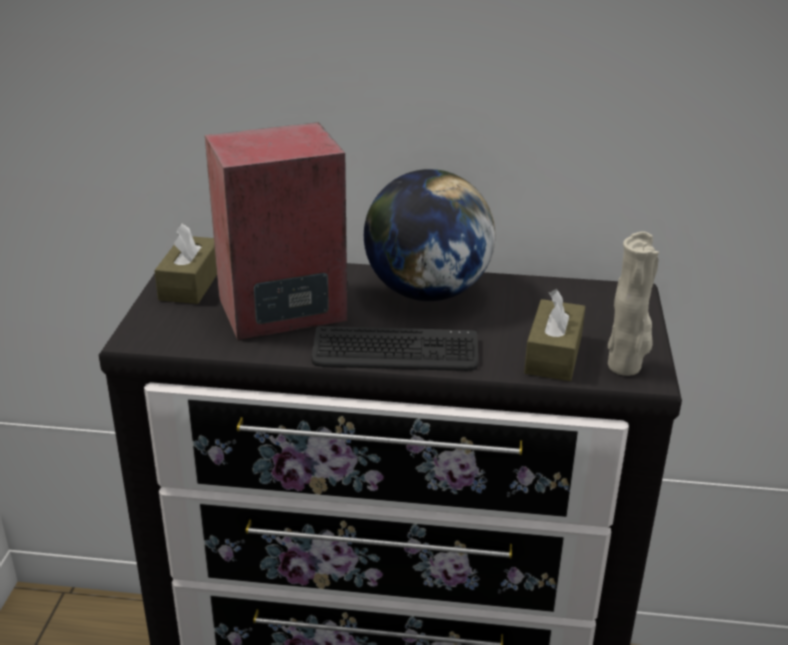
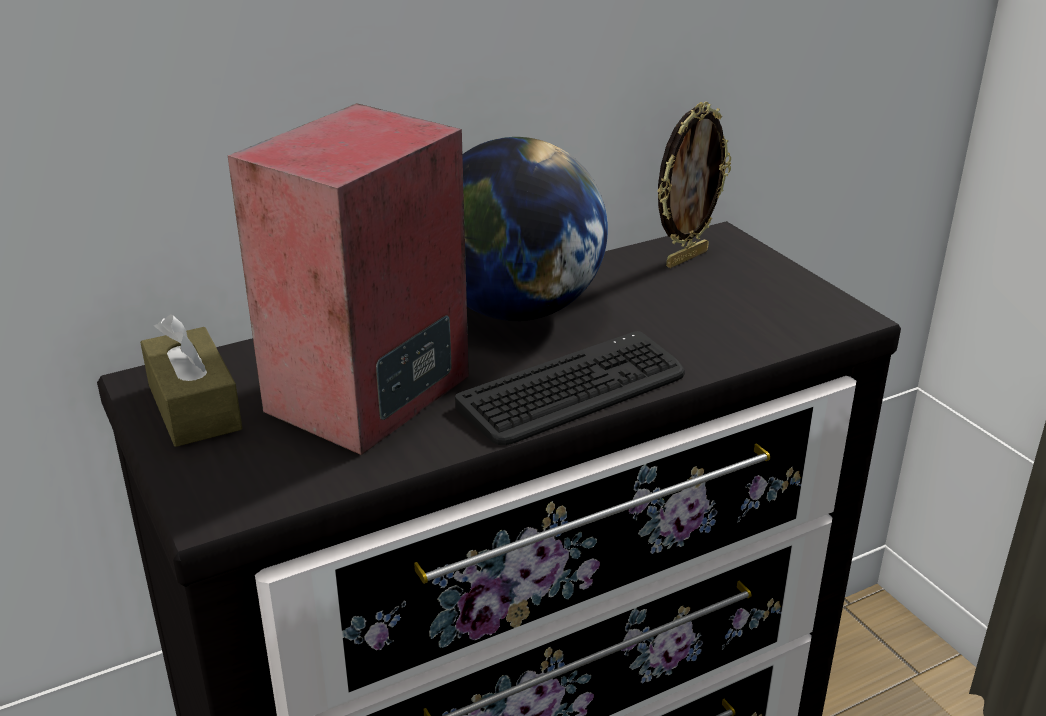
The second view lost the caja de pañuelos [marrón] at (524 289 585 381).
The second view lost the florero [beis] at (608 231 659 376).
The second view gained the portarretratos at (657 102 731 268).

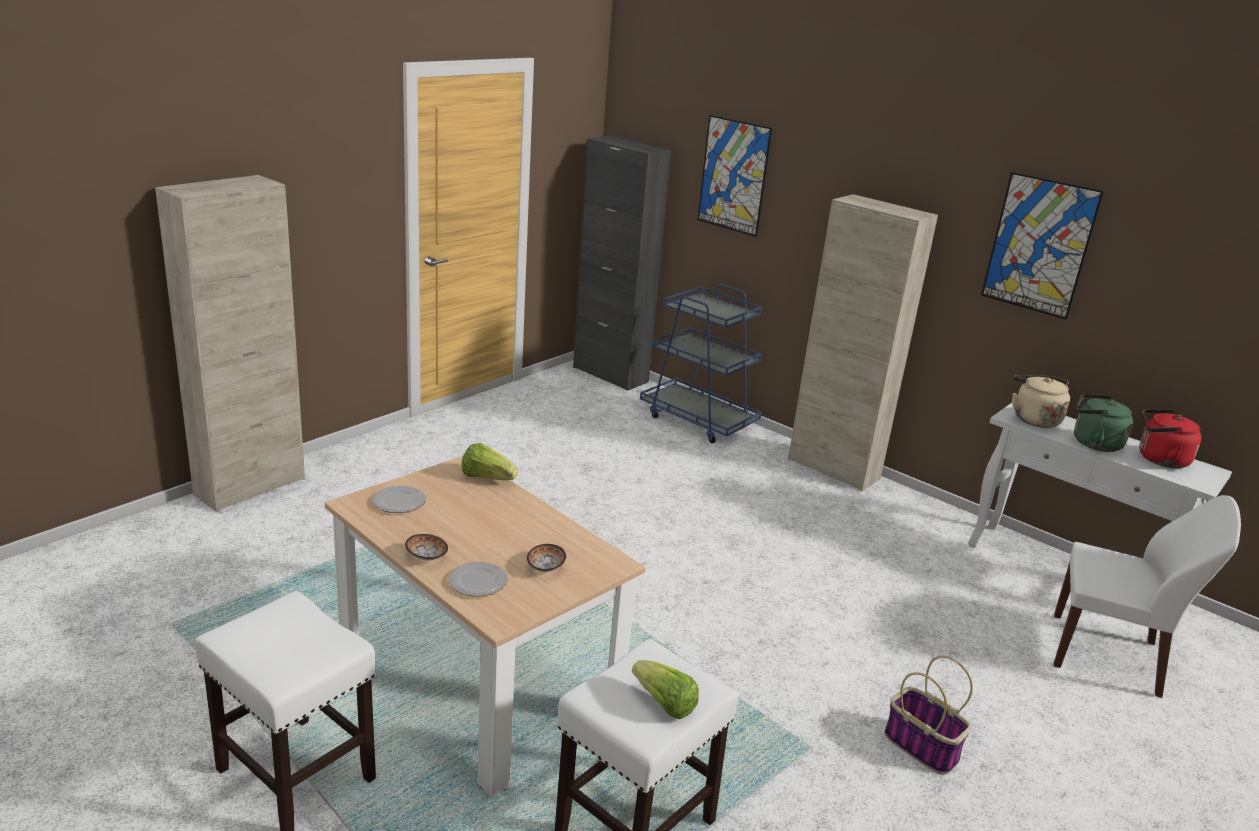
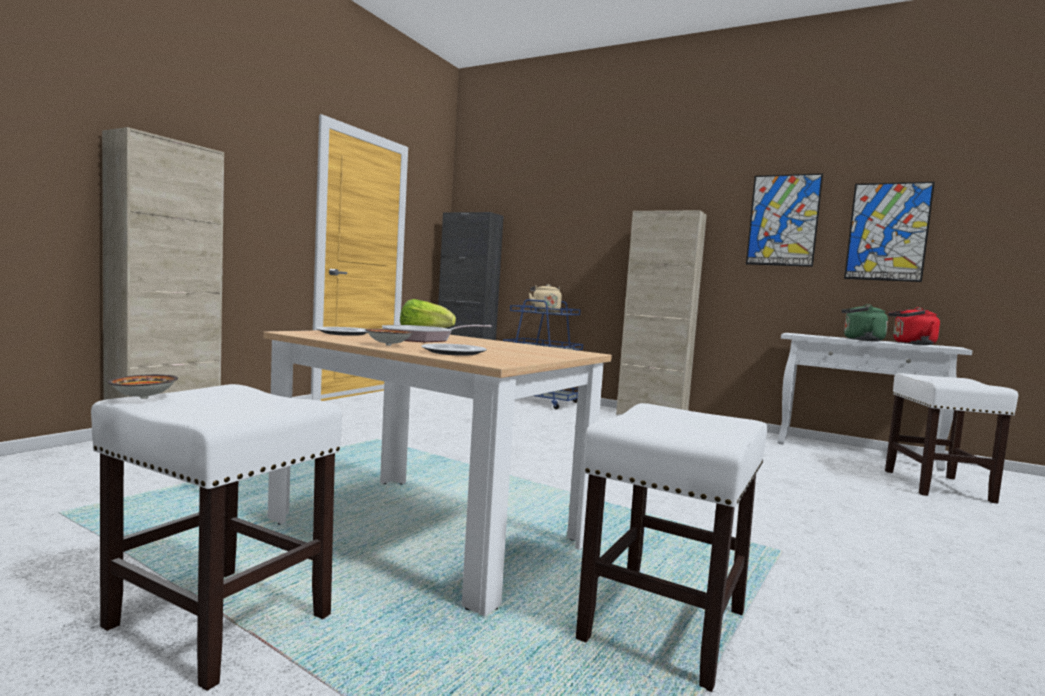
The second view lost the lechuga at (632 660 699 719).
The second view lost the cesta at (884 656 973 775).
The second view gained the sartén at (382 325 492 342).
The cuenco ended up elsewhere, having gone from (527 544 566 572) to (108 374 178 399).
The cuadro ended up elsewhere, having gone from (698 115 773 237) to (844 182 935 282).
The hervidor [beis] ended up elsewhere, having gone from (1012 375 1070 428) to (529 284 562 313).
Where the silla [blanco] stood at (1054 495 1241 698), the taburete [blanco] came to stand at (885 373 1018 504).

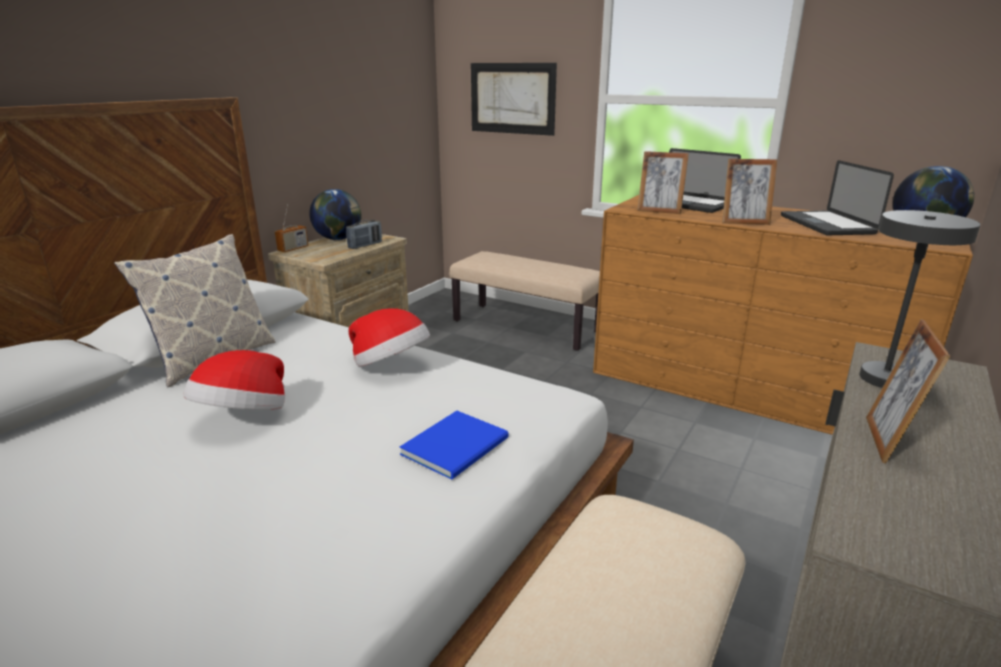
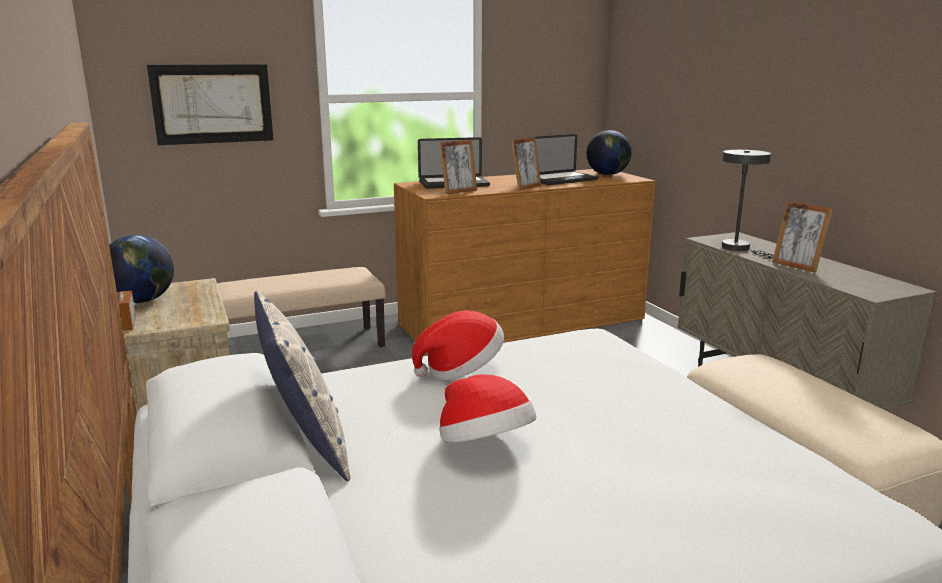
The second view lost the radio at (346 220 382 249).
The second view lost the libro [azul] at (399 411 509 480).
The portátil at (781 160 894 235) ended up facing another way, 60 degrees counterclockwise from before.

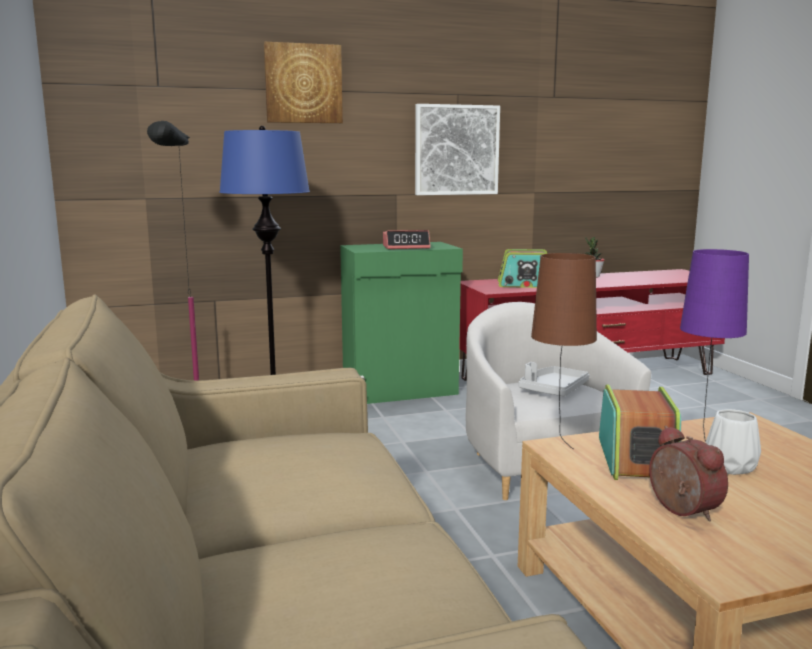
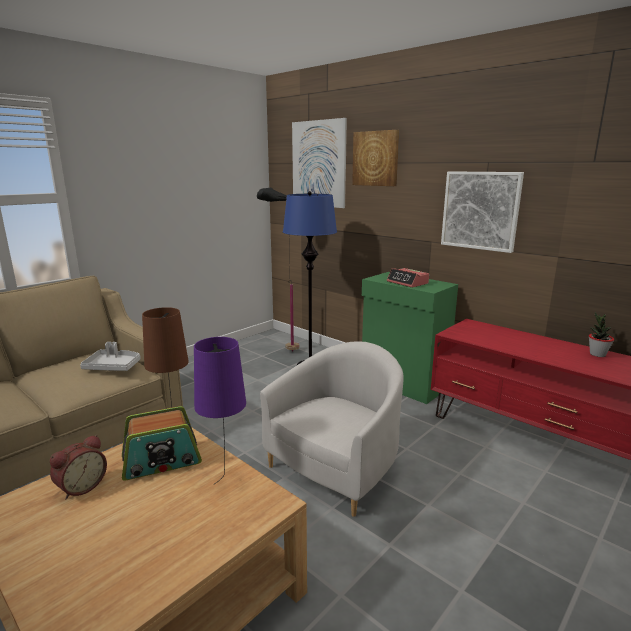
The second view lost the radio at (498 249 548 288).
The second view lost the florero [blanco] at (705 409 761 475).
The second view gained the cuadro at (292 118 347 208).
The bandeja [gris] ended up elsewhere, having gone from (519 362 589 396) to (80 342 141 371).

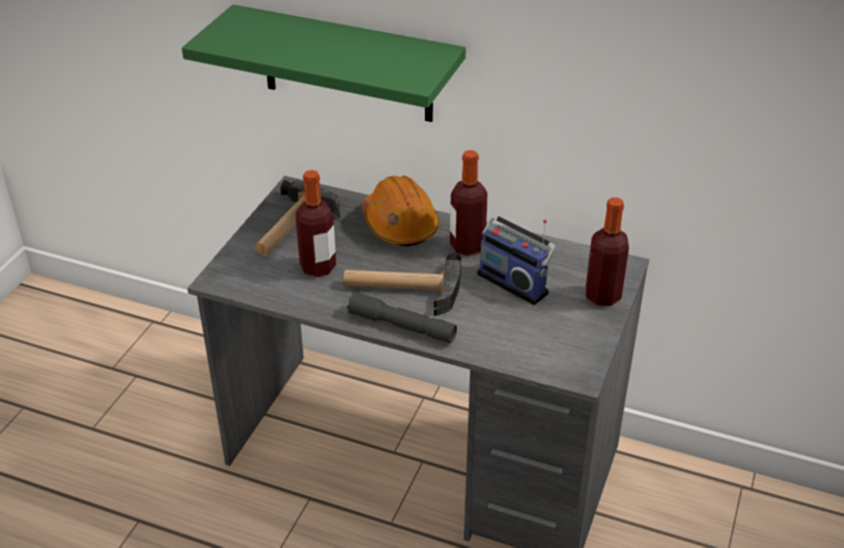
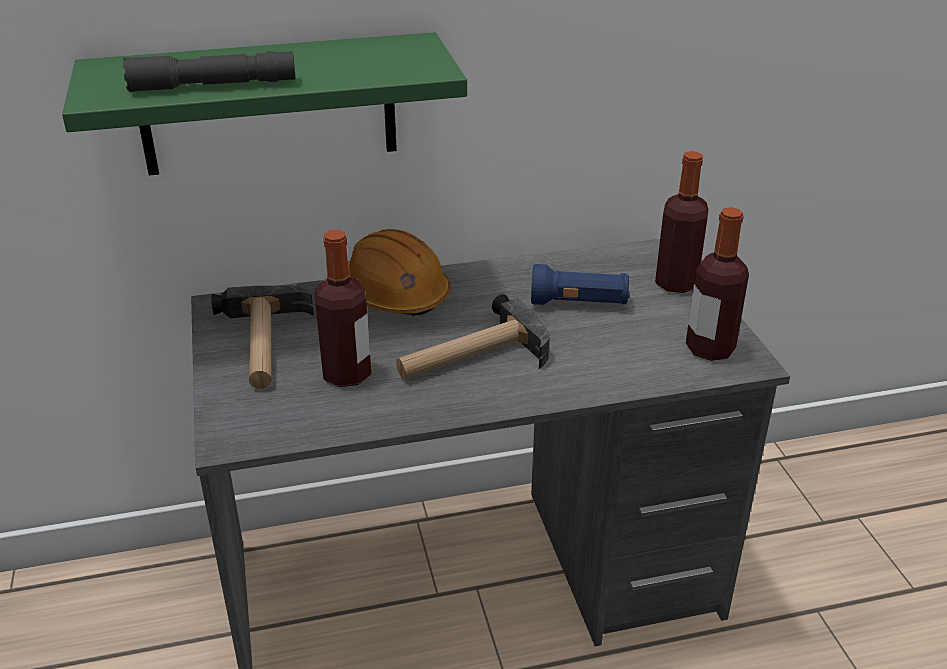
The linterna [gris] ended up elsewhere, having gone from (347 292 457 343) to (123 51 296 92).
The botella ended up elsewhere, having gone from (450 150 488 256) to (686 207 749 361).
Where the radio stood at (477 214 556 305), the linterna [azul] came to stand at (531 264 630 305).

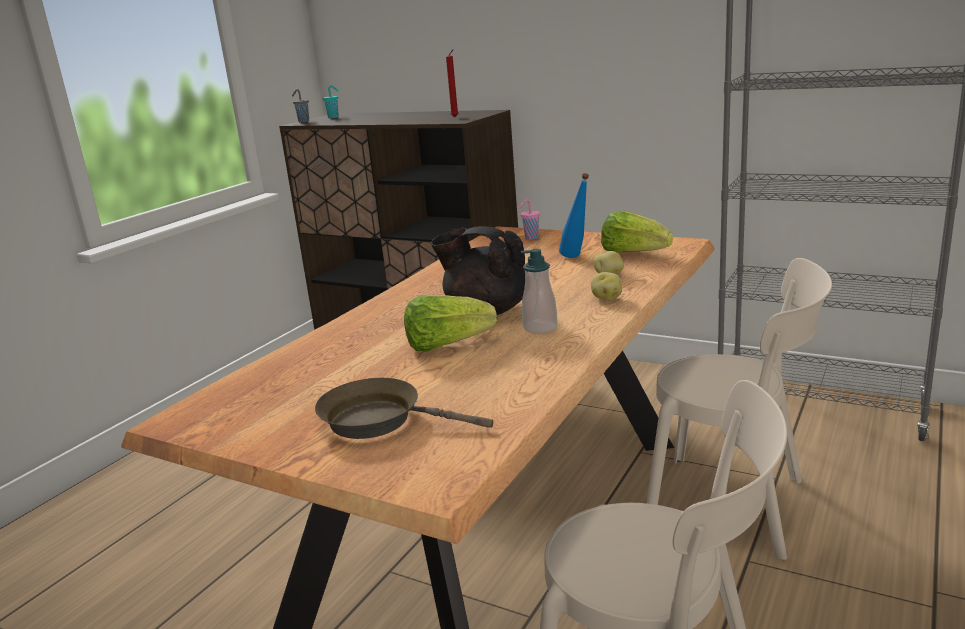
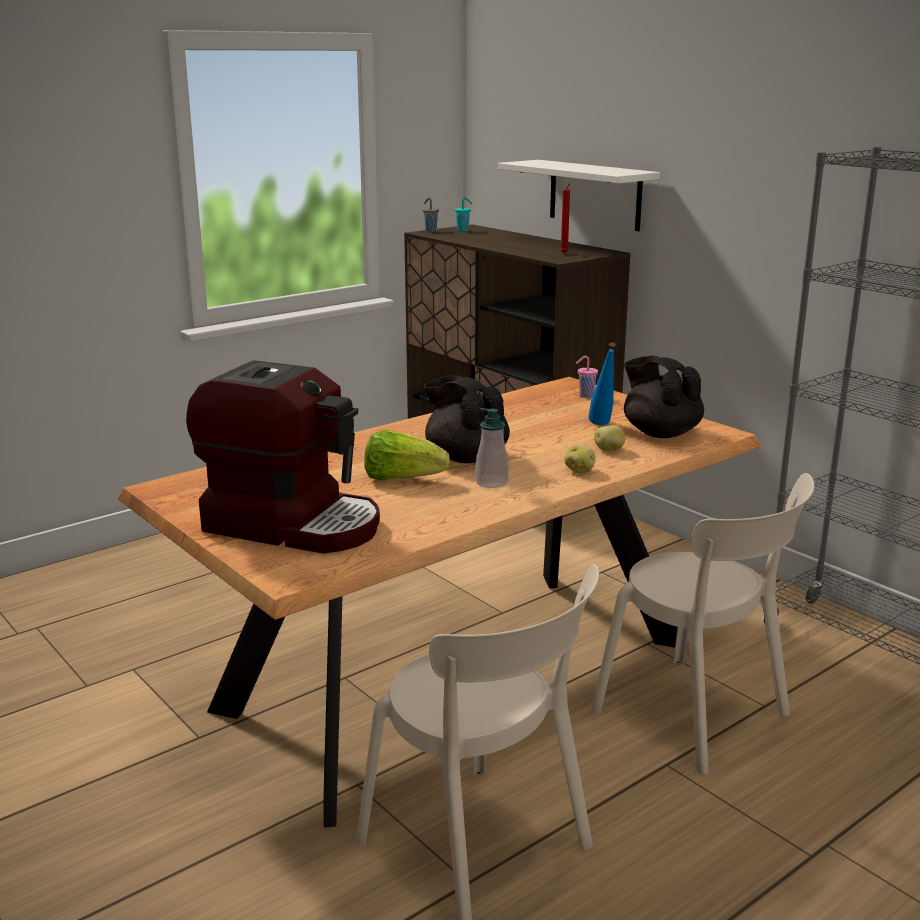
The second view gained the estante [blanco] at (498 160 660 231).
Where the sartén [marrón] stood at (315 378 493 439), the cafetera came to stand at (186 360 380 554).
Where the lechuga stood at (601 211 673 253), the tetera [negro] came to stand at (624 356 704 438).

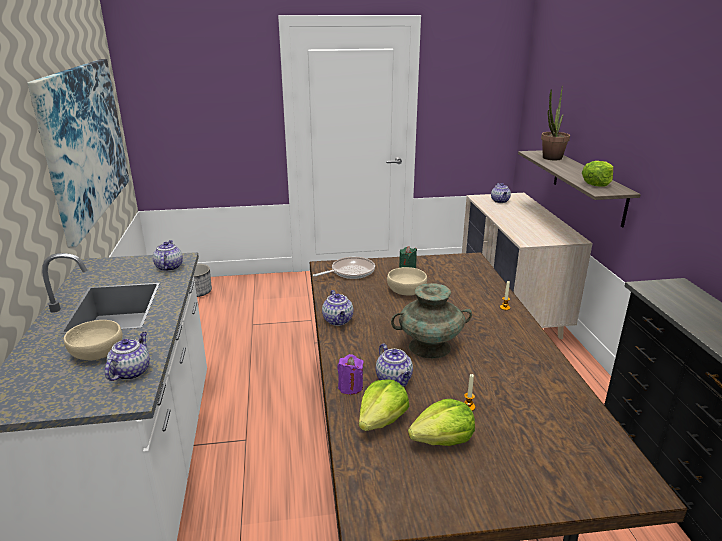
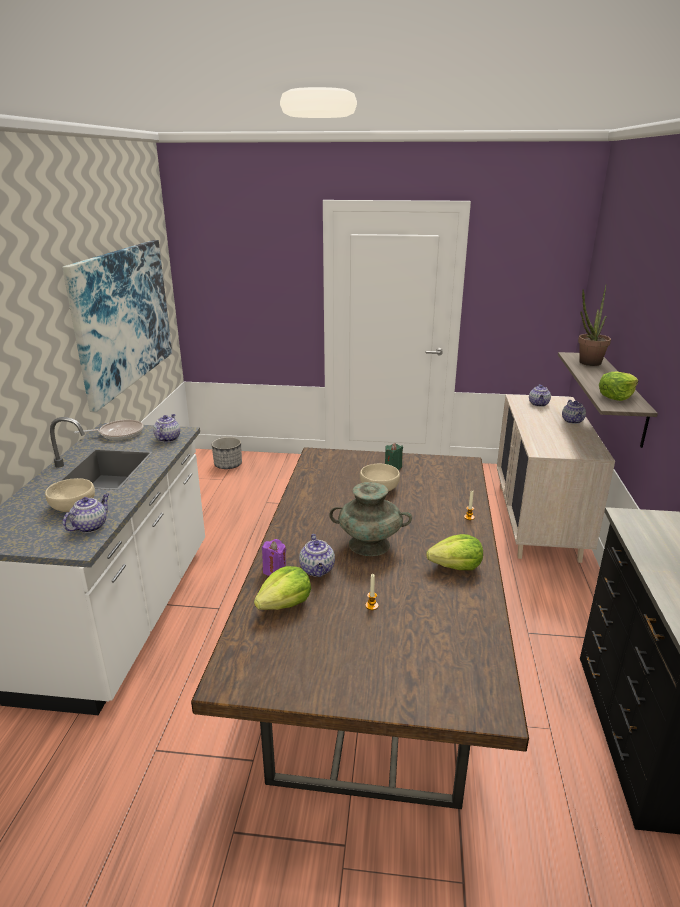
The sartén ended up elsewhere, having gone from (313 257 375 279) to (74 420 143 440).
The tetera ended up elsewhere, having gone from (322 290 354 326) to (562 400 586 424).
The lechuga ended up elsewhere, having gone from (408 399 475 446) to (426 534 483 570).

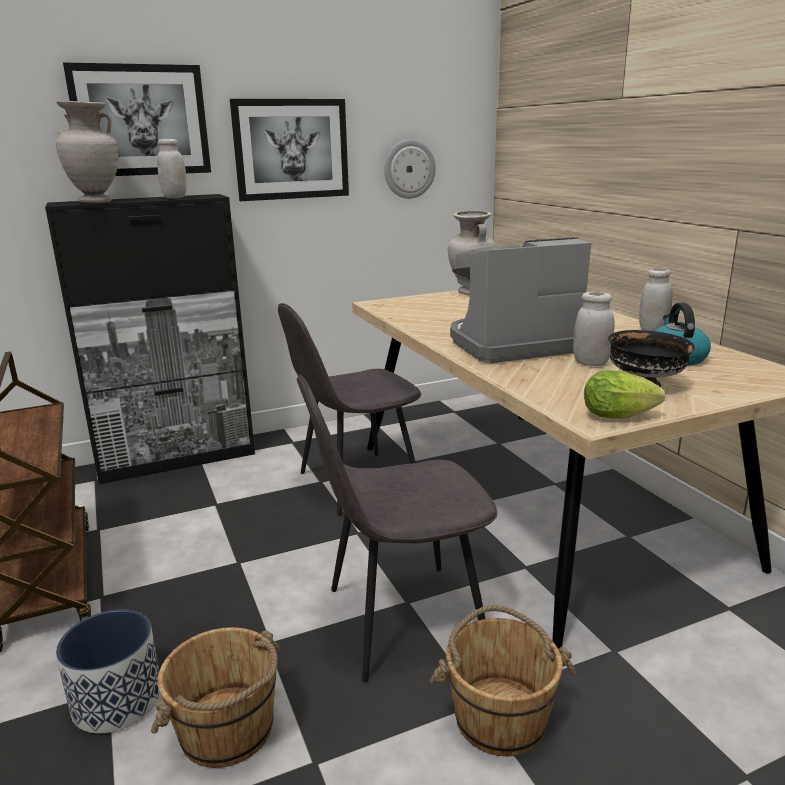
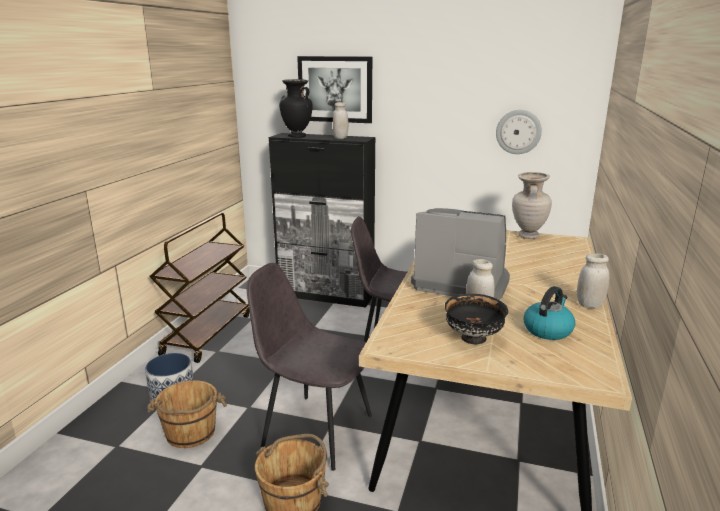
The second view lost the cuadro at (230 99 349 201).
The second view lost the lechuga at (584 370 665 419).
What was the florero [beis] at (56 101 118 203) turned into the florero [negro] at (279 79 313 138).

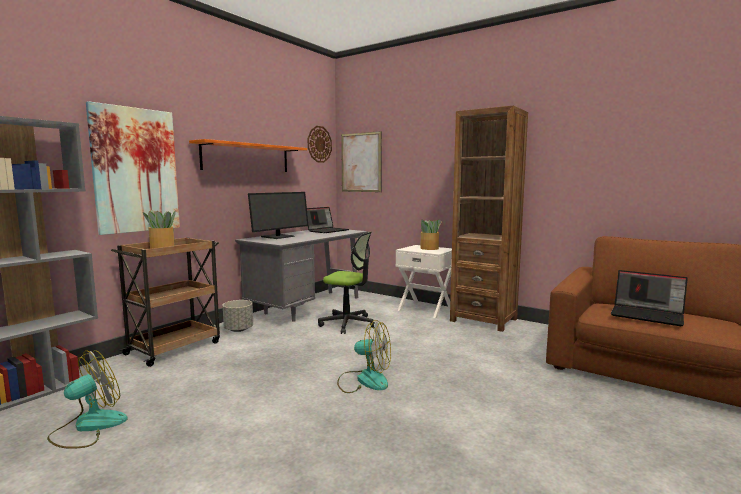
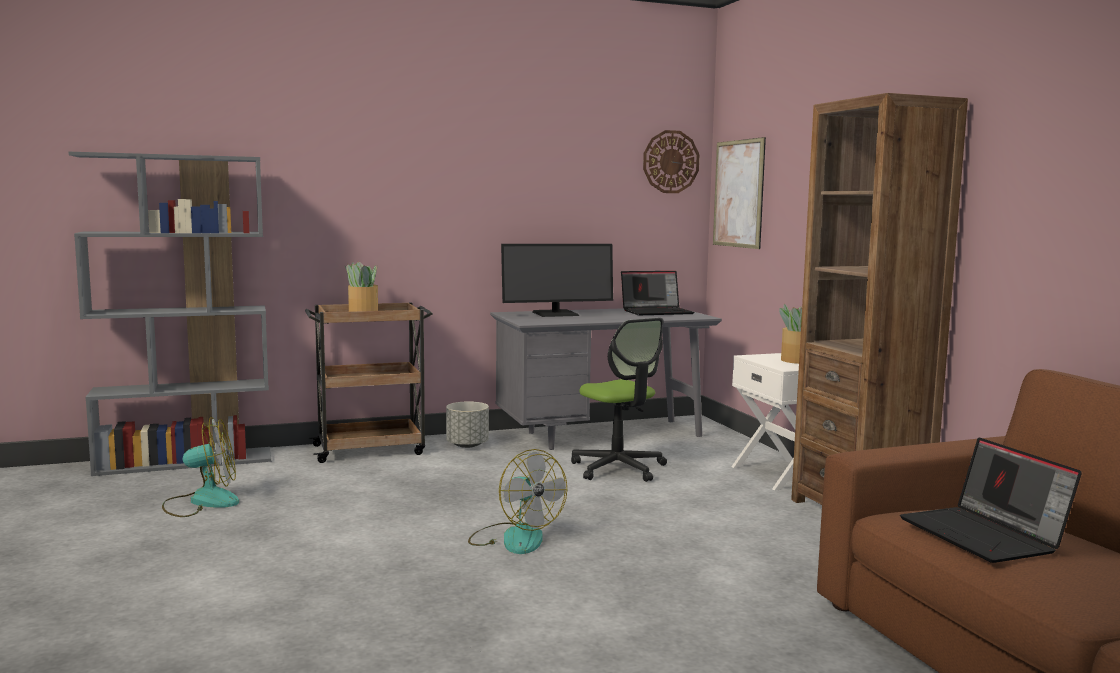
The second view lost the cuadro at (86 101 180 235).
The second view lost the estante [naranja] at (189 139 307 172).

